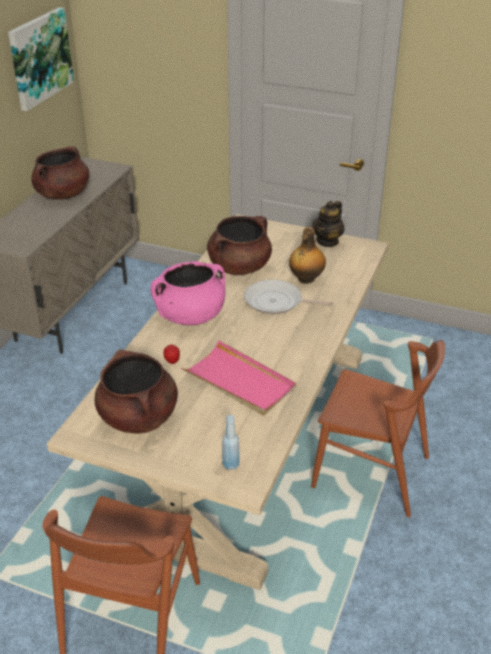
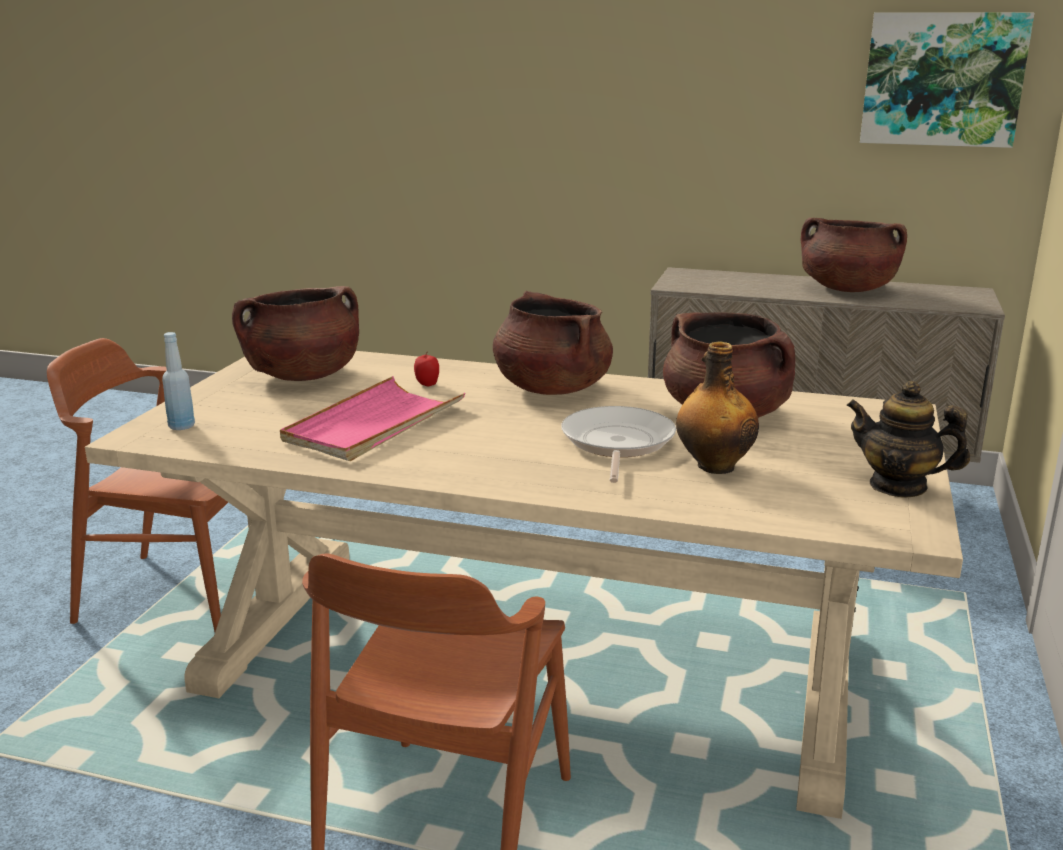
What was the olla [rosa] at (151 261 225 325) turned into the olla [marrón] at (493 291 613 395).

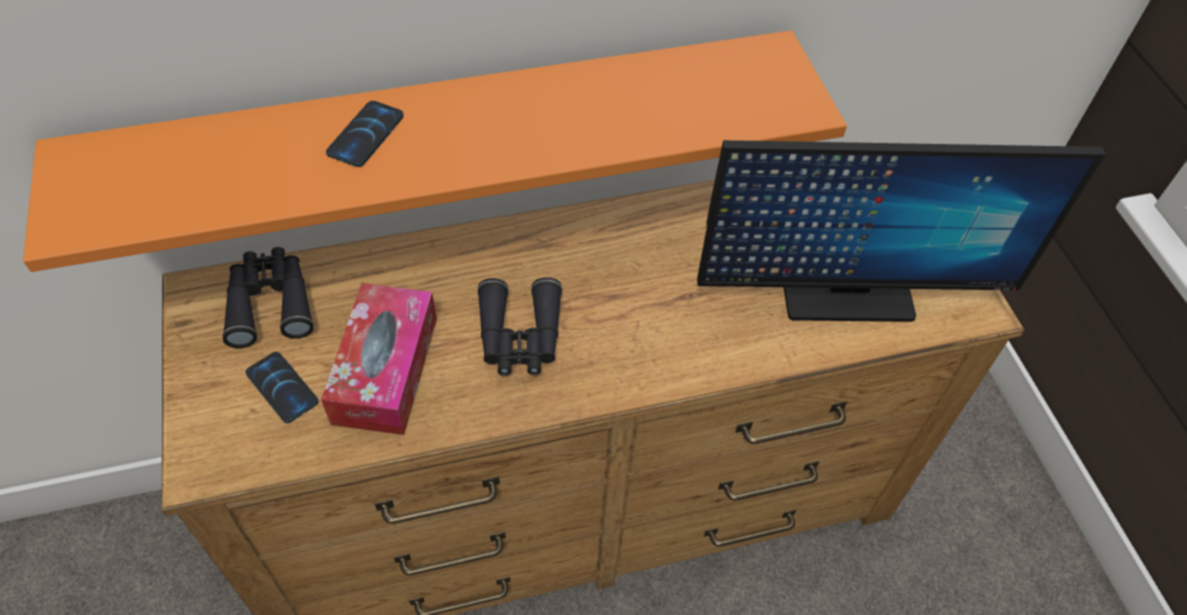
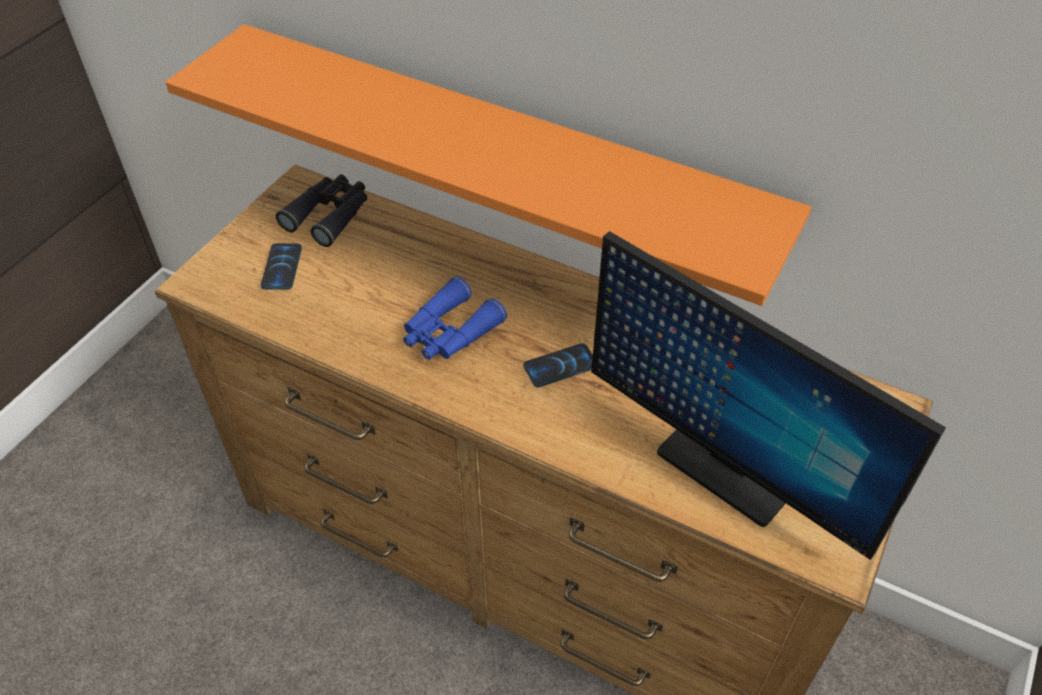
The second view lost the caja de pañuelos at (321 283 437 435).
The móvil ended up elsewhere, having gone from (326 101 404 167) to (523 343 593 387).
What was the prismáticos [negro] at (477 277 562 376) turned into the prismáticos [azul] at (403 276 507 360).

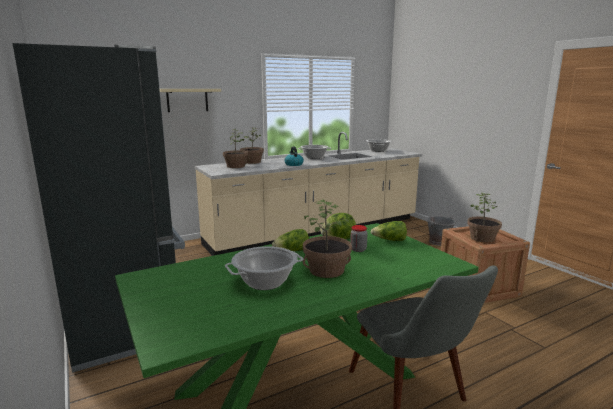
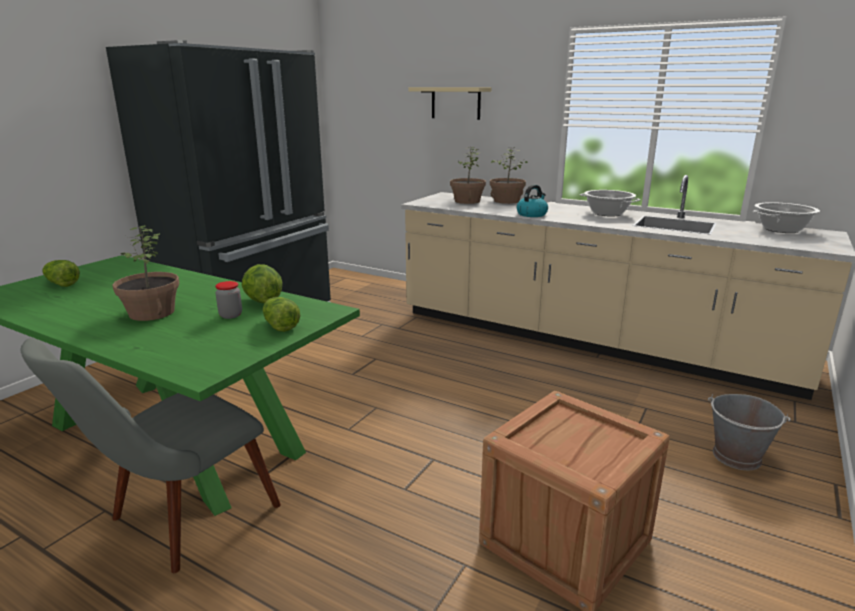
The second view lost the olla at (225 246 303 290).
The second view lost the planta en maceta at (467 193 502 242).
The lechuga ended up elsewhere, having gone from (272 229 309 251) to (42 260 80 287).

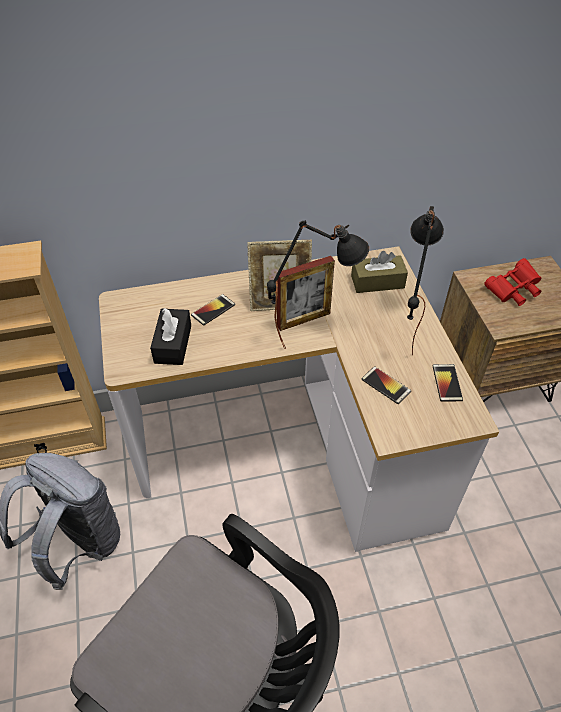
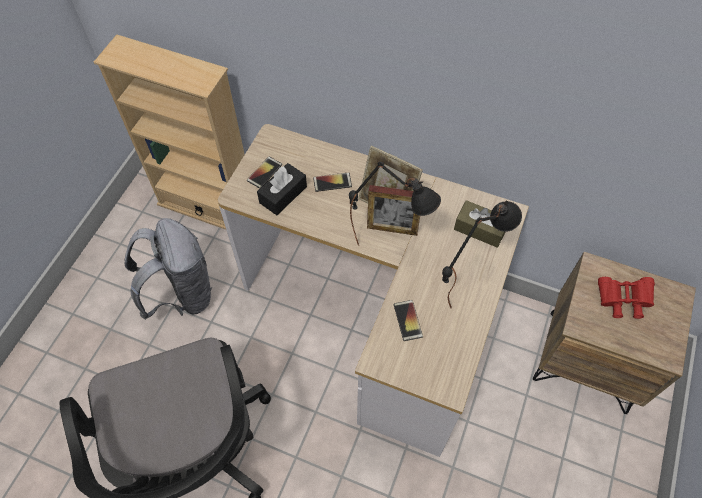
The móvil ended up elsewhere, having gone from (433 364 463 402) to (247 157 282 188).

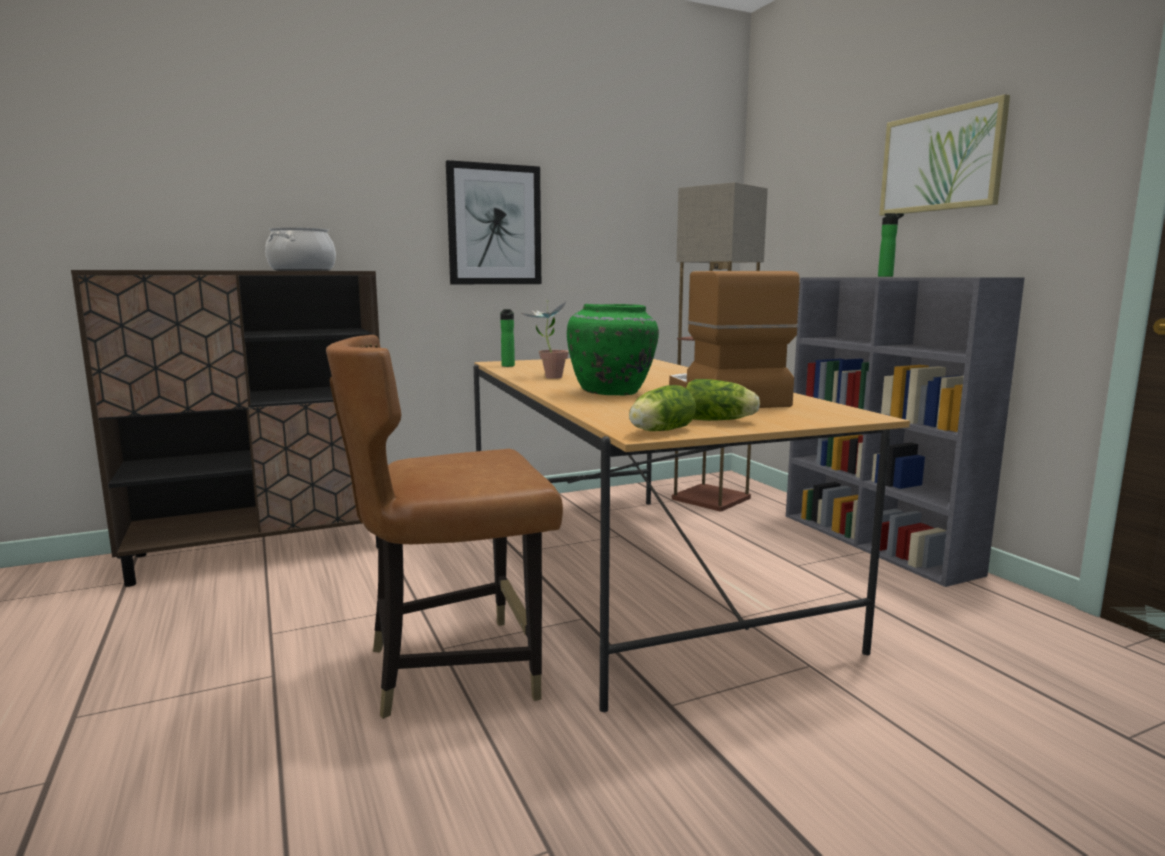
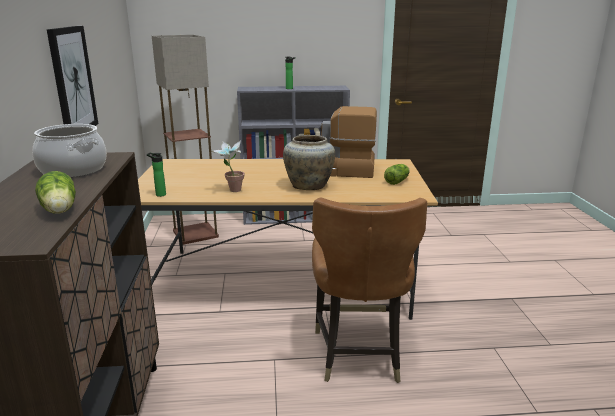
The second view lost the cuadro at (879 94 1010 216).
The lechuga ended up elsewhere, having gone from (629 385 696 431) to (35 171 76 213).
What was the florero [verde] at (567 304 659 395) turned into the florero [beis] at (283 135 335 190).

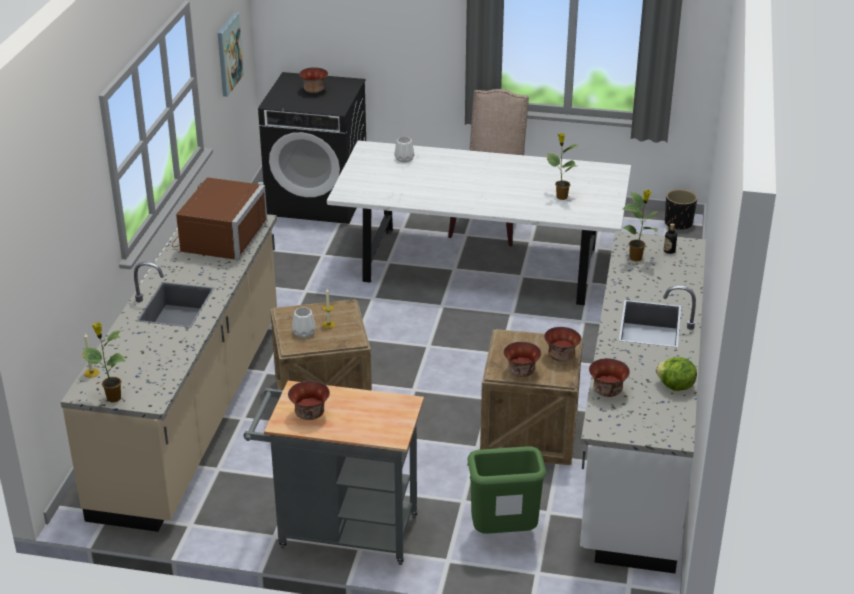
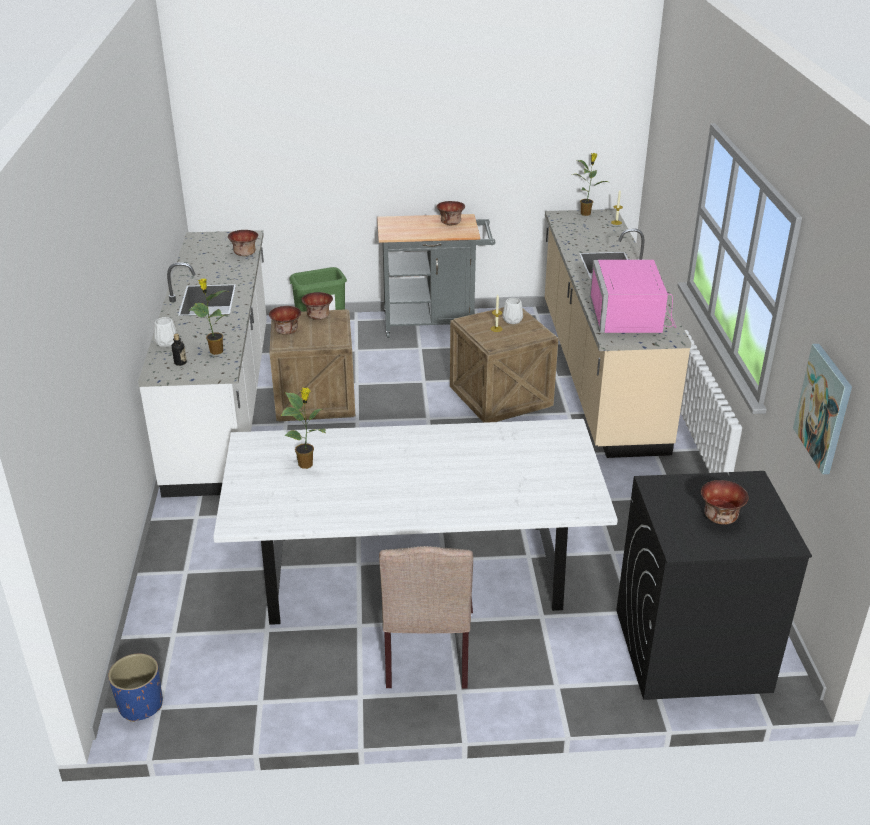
The second view lost the lechuga at (655 357 697 391).
The florero [blanco] ended up elsewhere, having gone from (394 137 414 162) to (154 317 177 347).
What was the microondas [marrón] at (172 177 267 260) turned into the microondas [rosa] at (590 260 676 333).
What was the maceta [negro] at (665 189 697 230) turned into the maceta [azul] at (108 654 163 722).

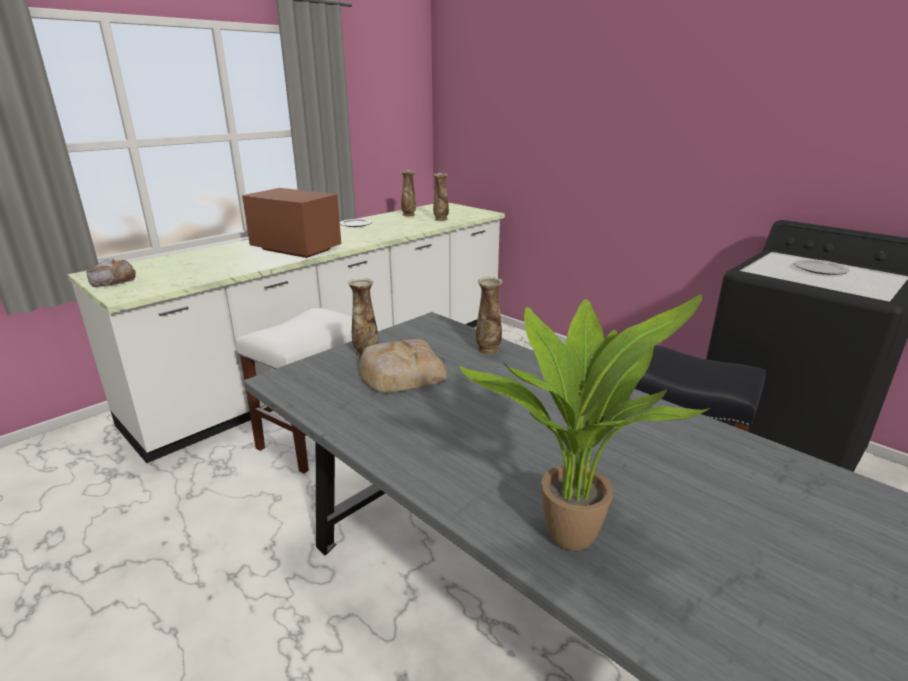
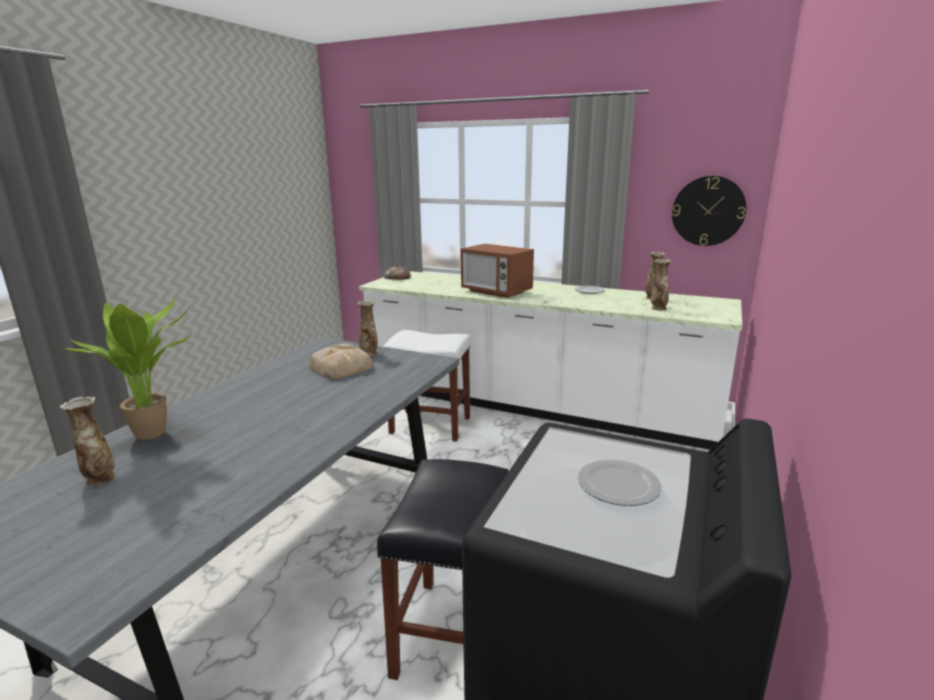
The second view gained the reloj de pared at (672 176 746 246).
The florero ended up elsewhere, having gone from (476 276 503 355) to (60 396 116 486).
The microondas at (242 188 341 258) ended up facing another way, 120 degrees clockwise from before.

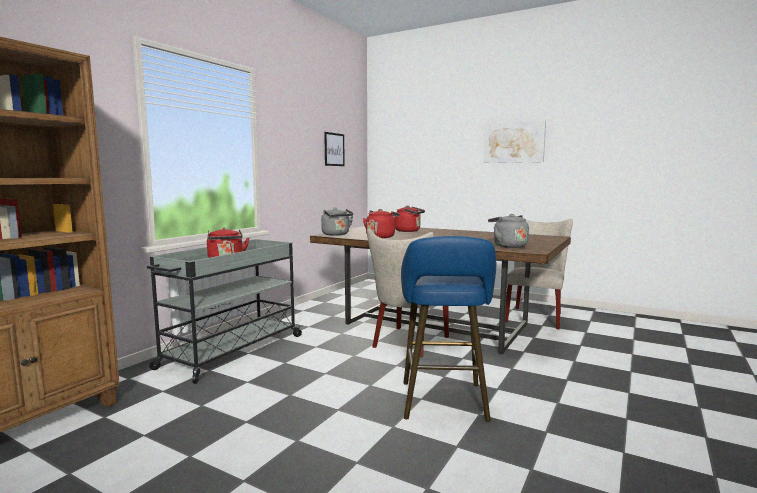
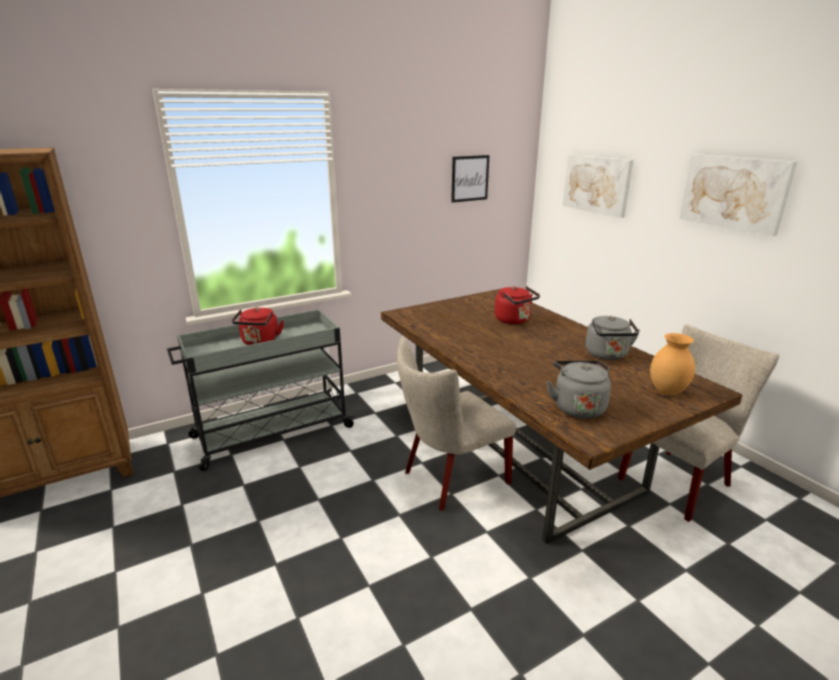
The second view lost the hervidor [rojo] at (363 209 400 238).
The second view lost the taburete [azul] at (401 236 496 422).
The second view gained the cuadro at (563 155 633 218).
The second view gained the florero [marrón] at (650 333 695 395).
The hervidor [gris] ended up elsewhere, having gone from (321 208 353 236) to (586 316 640 360).

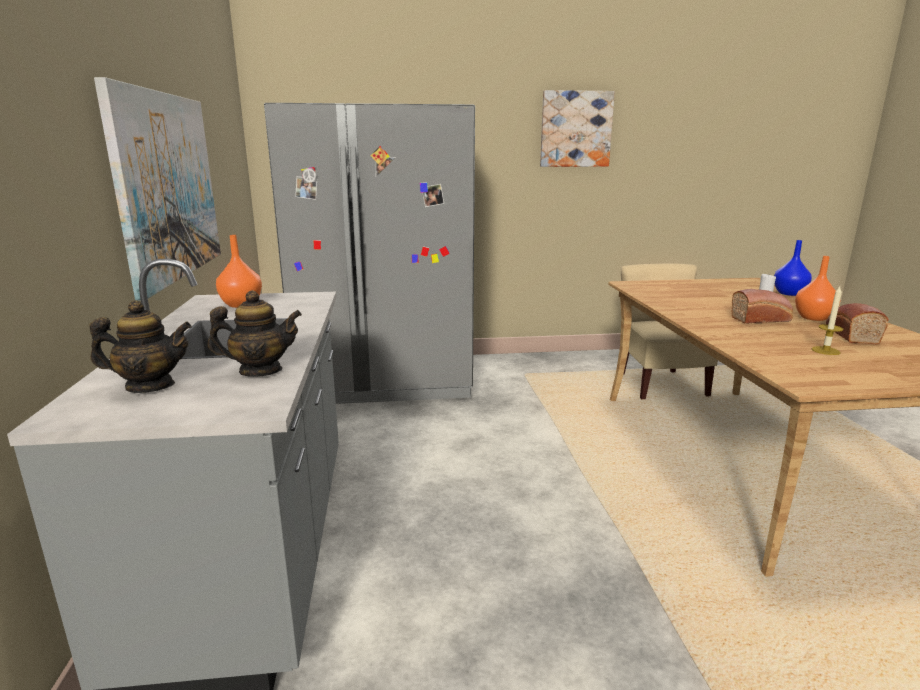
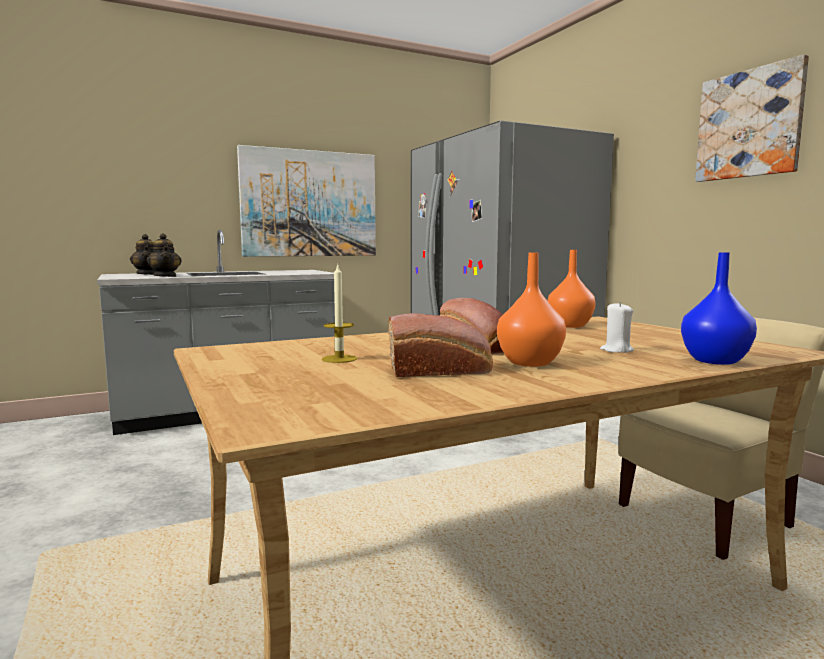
The florero [naranja] ended up elsewhere, having gone from (216 235 262 308) to (547 250 596 328).

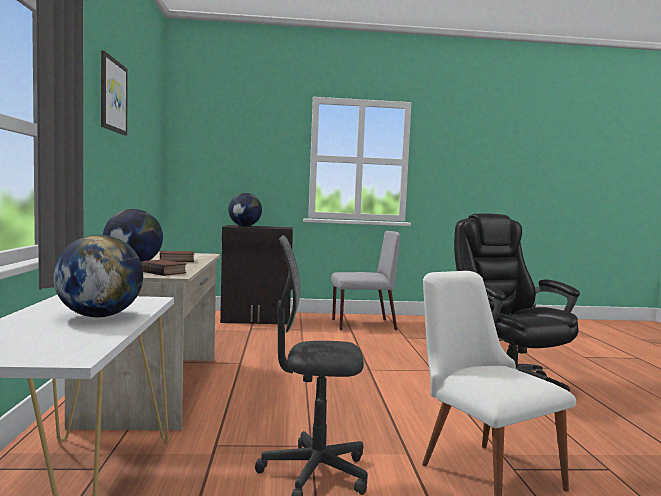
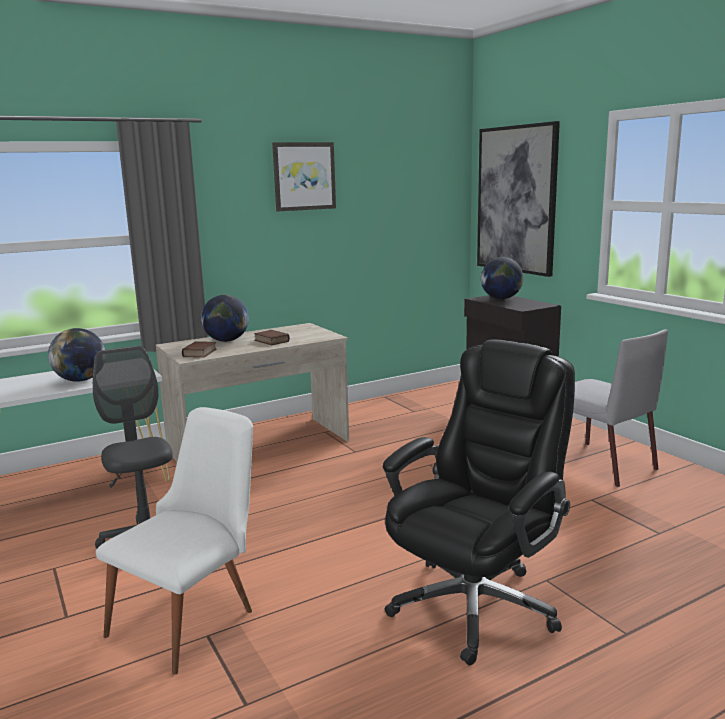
The second view gained the cuadro at (477 121 560 277).

